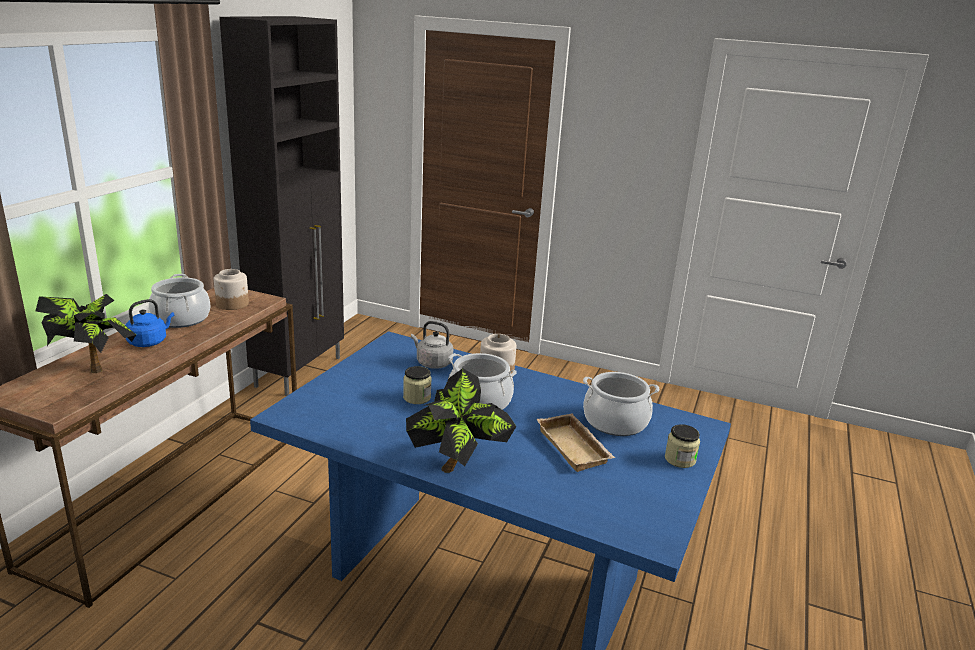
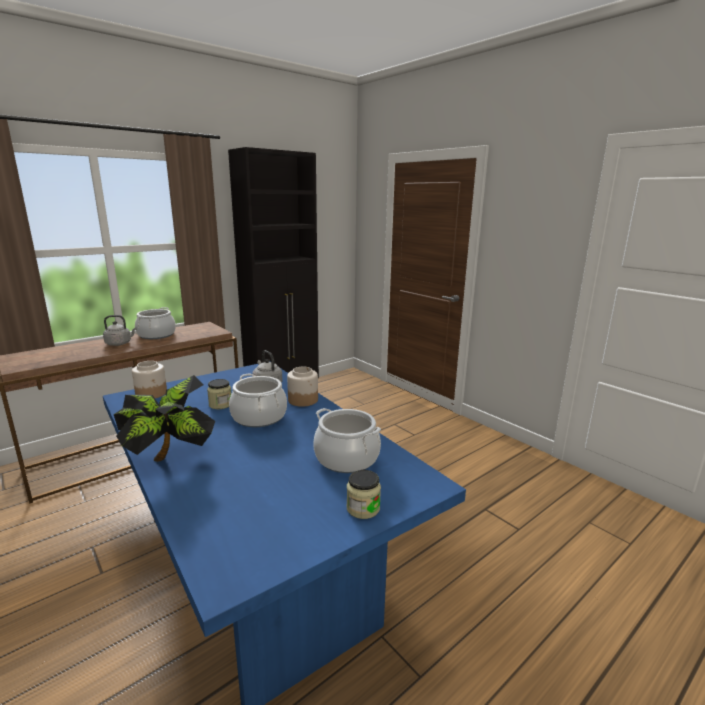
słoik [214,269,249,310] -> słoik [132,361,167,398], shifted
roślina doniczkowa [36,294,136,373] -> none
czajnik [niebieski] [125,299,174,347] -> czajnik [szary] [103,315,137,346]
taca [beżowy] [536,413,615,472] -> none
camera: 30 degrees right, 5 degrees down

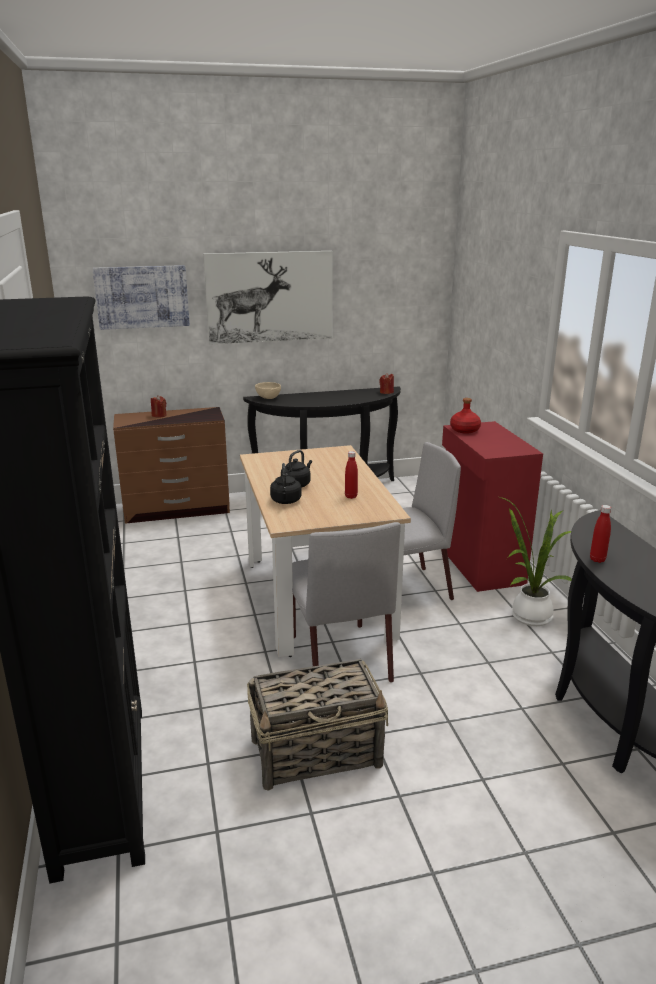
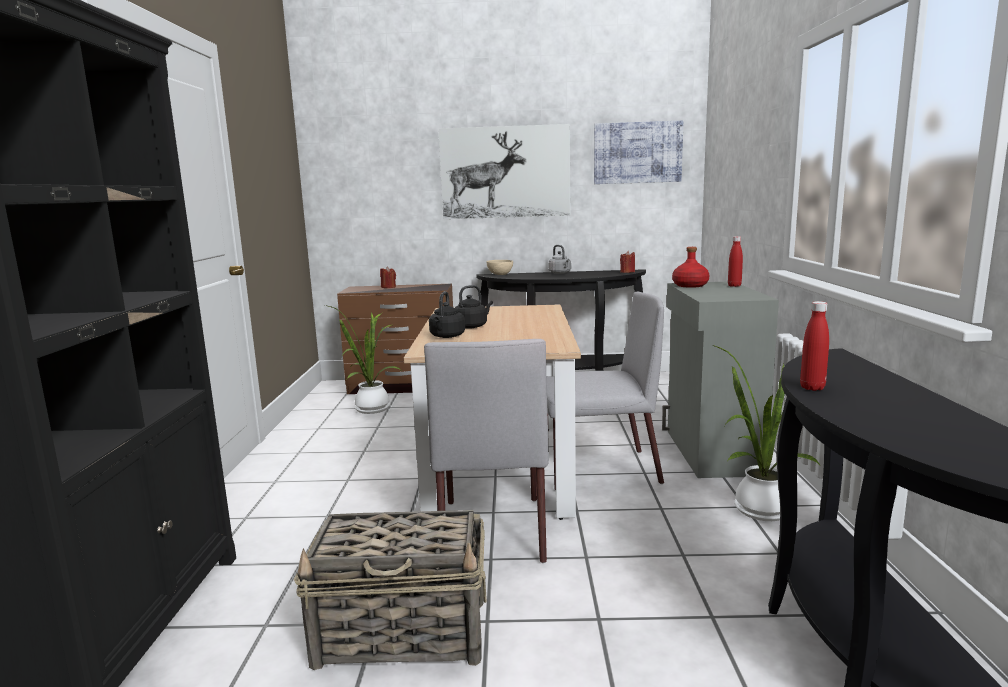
obraz [92,265,190,330] -> obraz [594,121,683,184], shifted
szafka [czerwony] [442,421,543,592] -> szafka [szary] [662,282,779,478]
butelka [czerwony] [345,451,358,499] -> butelka [czerwony] [728,236,743,287], shifted
none -> czajnik [szary] [548,245,571,274]
none -> roślina doniczkowa [325,305,401,414]
camera: 15 degrees right, 10 degrees down

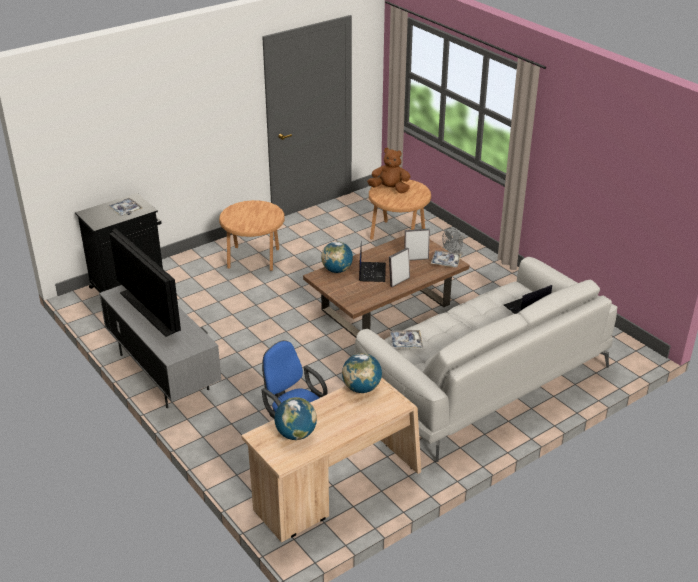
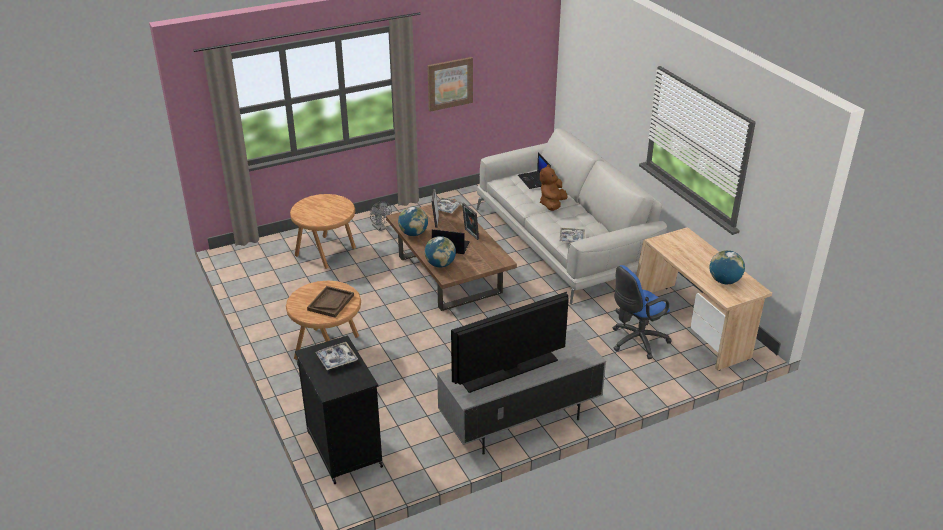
pluszak [brązowy] [367,148,411,193] -> pluszak [brązowy] [540,165,567,211], shifted
globus [342,353,382,393] -> globus [398,207,428,236], shifted
none -> obraz [427,57,473,112]
none -> taca [brązowy] [307,286,354,318]
camera: 80 degrees left, 0 degrees up

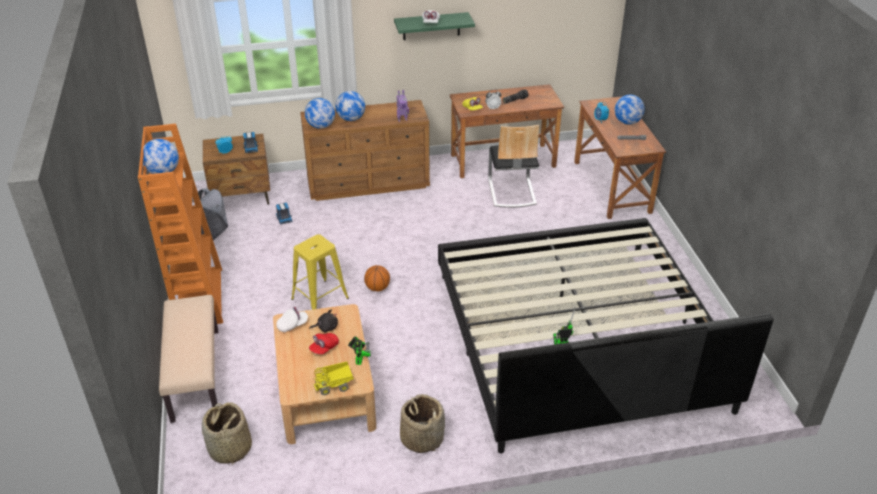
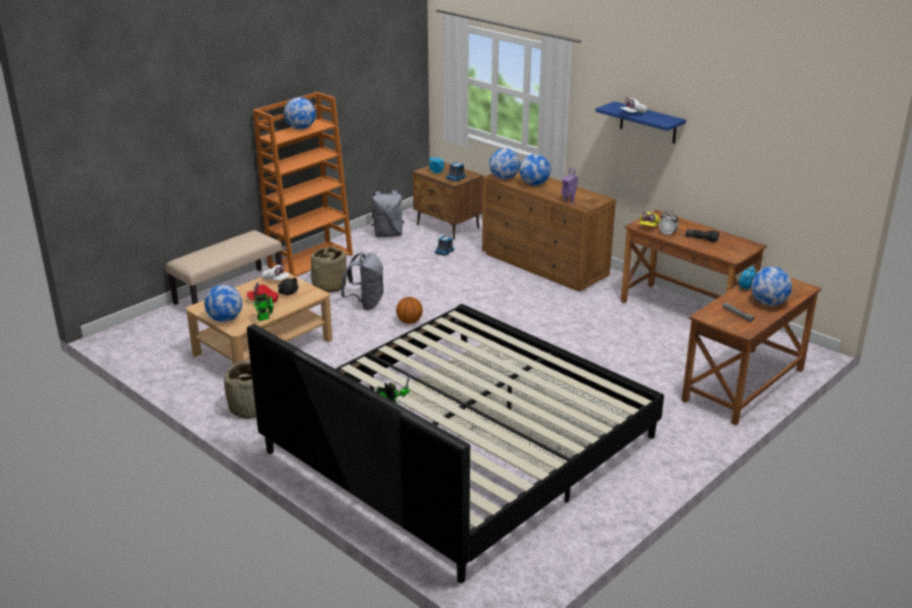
półka [zielony] [394,12,475,40] -> półka [niebieski] [595,101,686,144]
krzesło [488,125,539,208] -> none
stołek [żółty] [291,234,349,310] -> plecak [szary] [341,253,384,310]
ciężarówka zabawkowa [314,361,354,395] -> globus [204,285,242,322]
koszyk [202,402,252,466] -> koszyk [309,246,347,292], shifted
camera: 55 degrees right, 10 degrees down

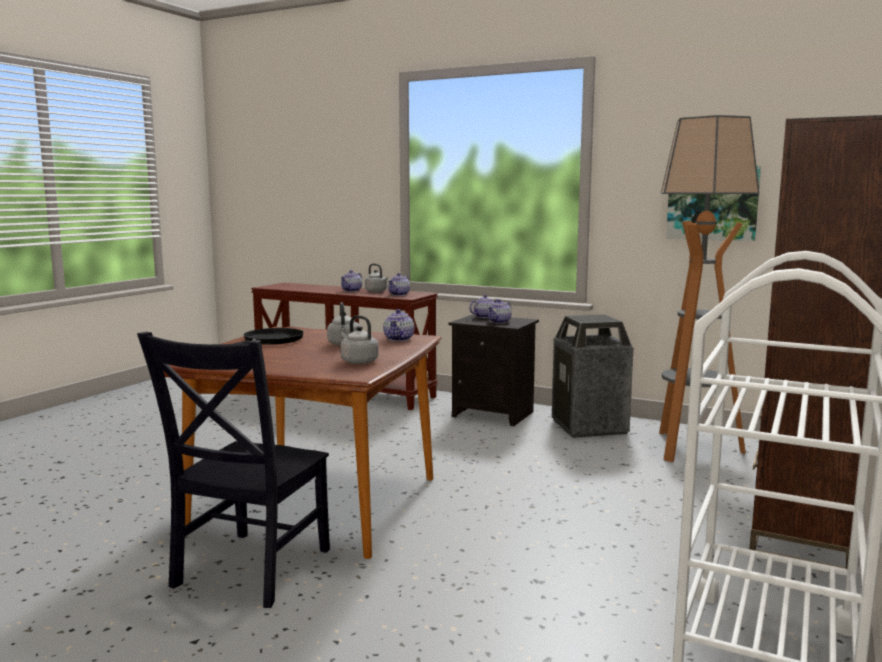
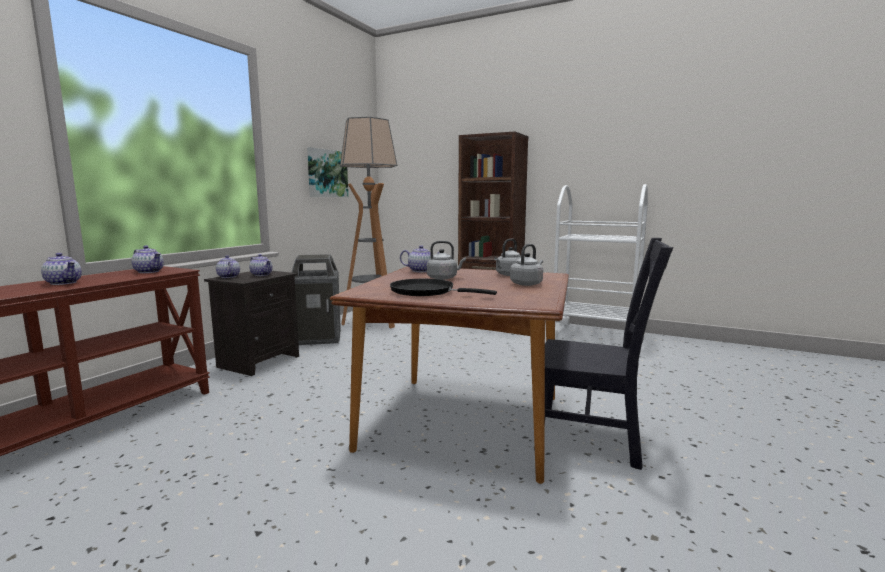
czajnik [szary] [365,264,388,292] -> czajnik [szary] [510,244,543,286], shifted
camera: 90 degrees left, 0 degrees up

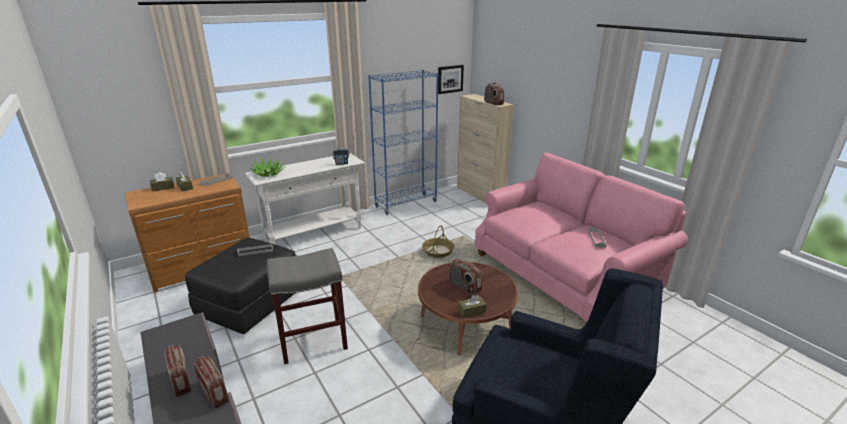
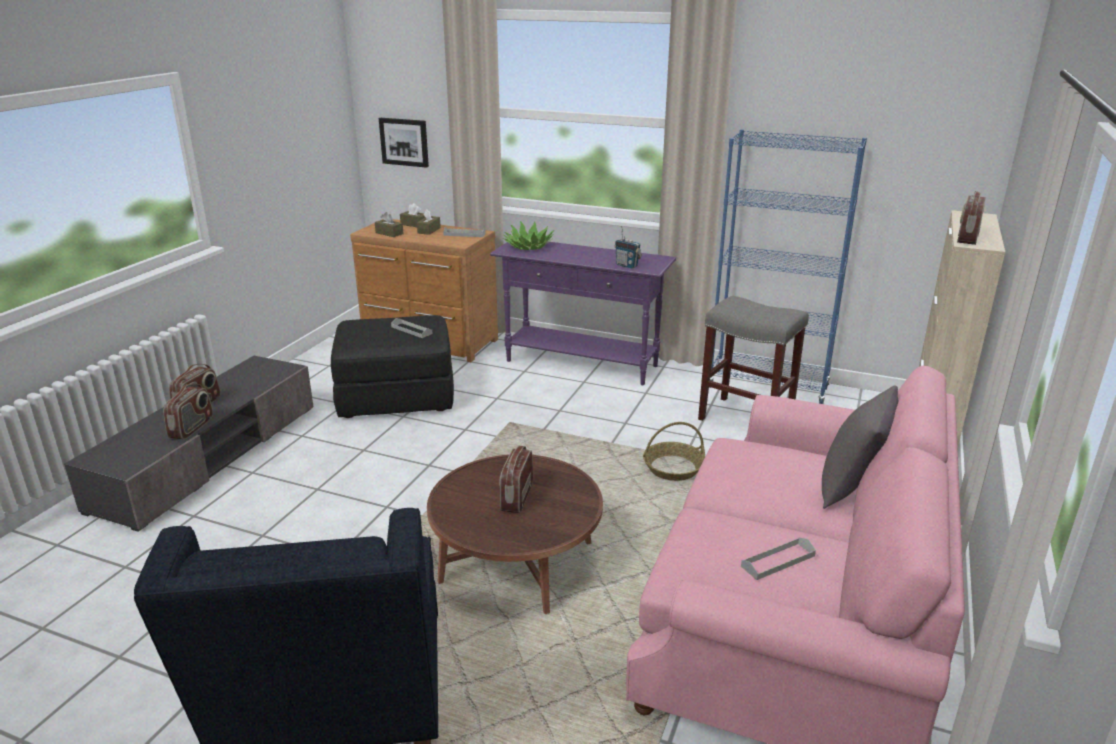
obraz [438,65,464,94] -> obraz [379,118,429,168], shifted
stolik konsolowy [biały] [245,153,365,244] -> stolik konsolowy [fioletowy] [490,241,676,385]
stołek [szary] [267,248,348,364] -> stołek [szary] [698,296,809,421], shifted
pudełko chusteczek [brązowy] [458,295,487,318] -> pudełko chusteczek [brązowy] [375,212,404,237], shifted
none -> poduszka [szary] [822,385,898,509]
camera: 55 degrees right, 0 degrees up

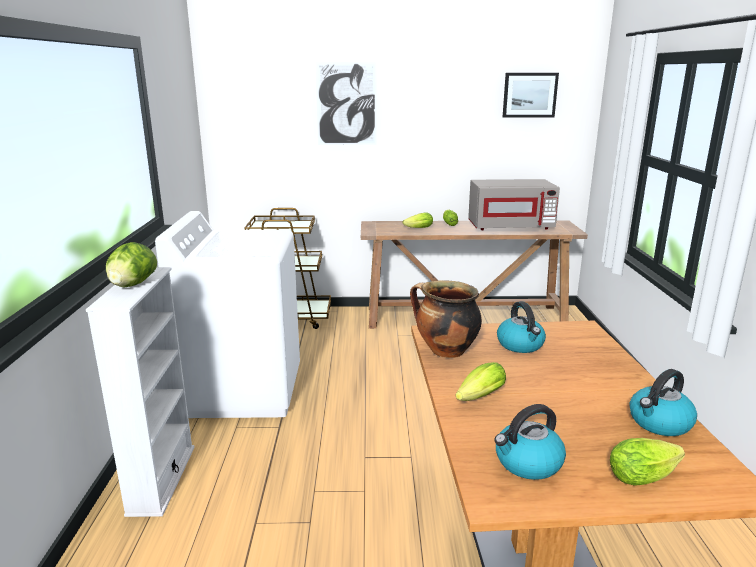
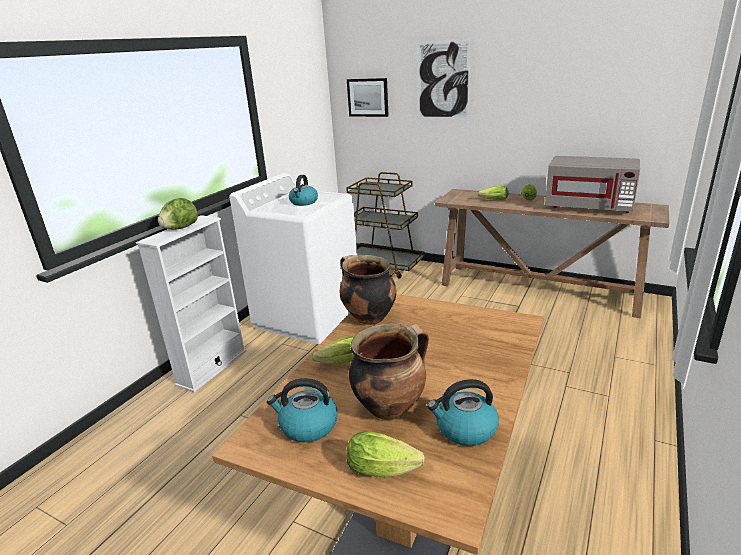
obraz [503,73,559,118] -> obraz [347,78,389,117], shifted
czajnik [497,301,546,353] -> czajnik [289,175,318,206], shifted
none -> garnek [349,324,429,420]
camera: 30 degrees right, 5 degrees up

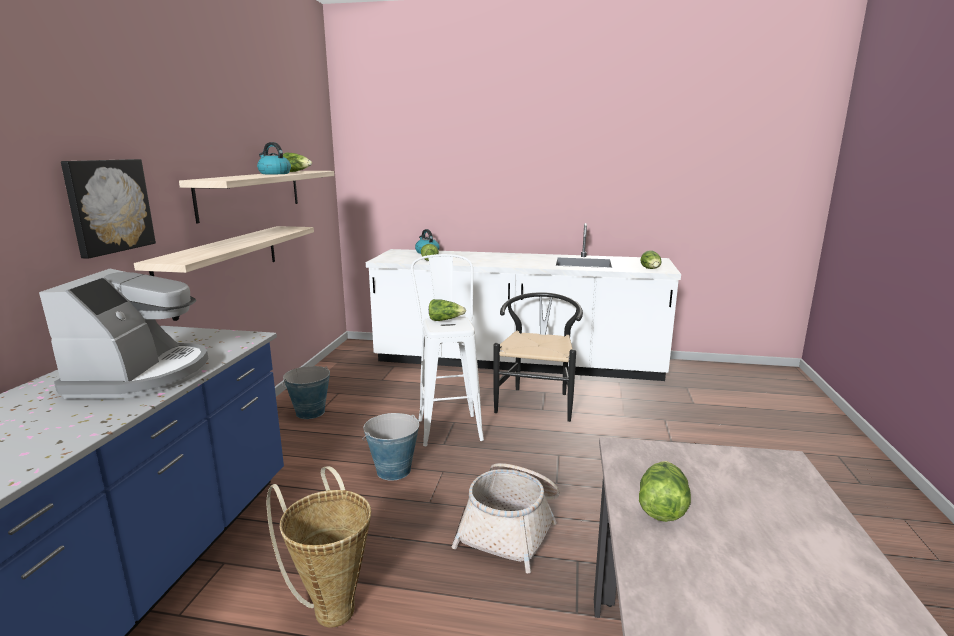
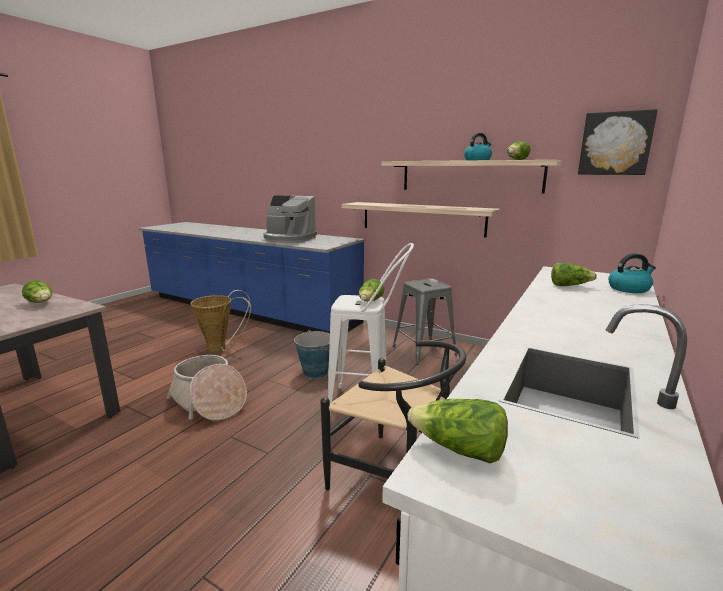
obraz [61,159,156,259] -> obraz [578,109,658,175], shifted
wiadro [282,366,330,419] -> stołek [szary] [393,279,457,365]
camera: 110 degrees right, 0 degrees up

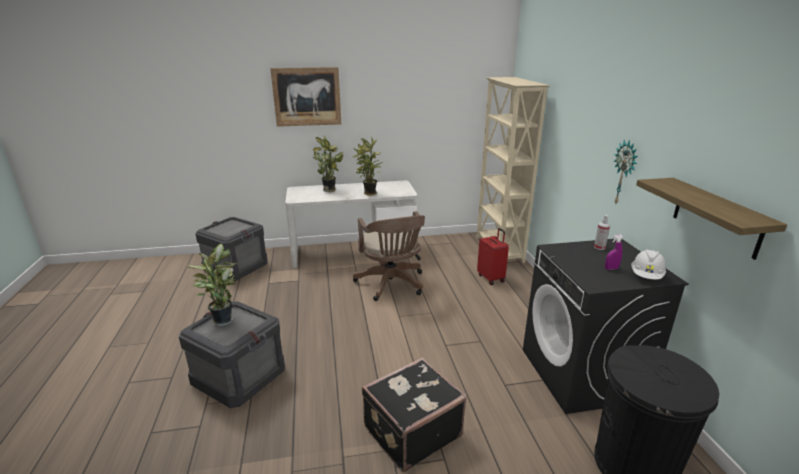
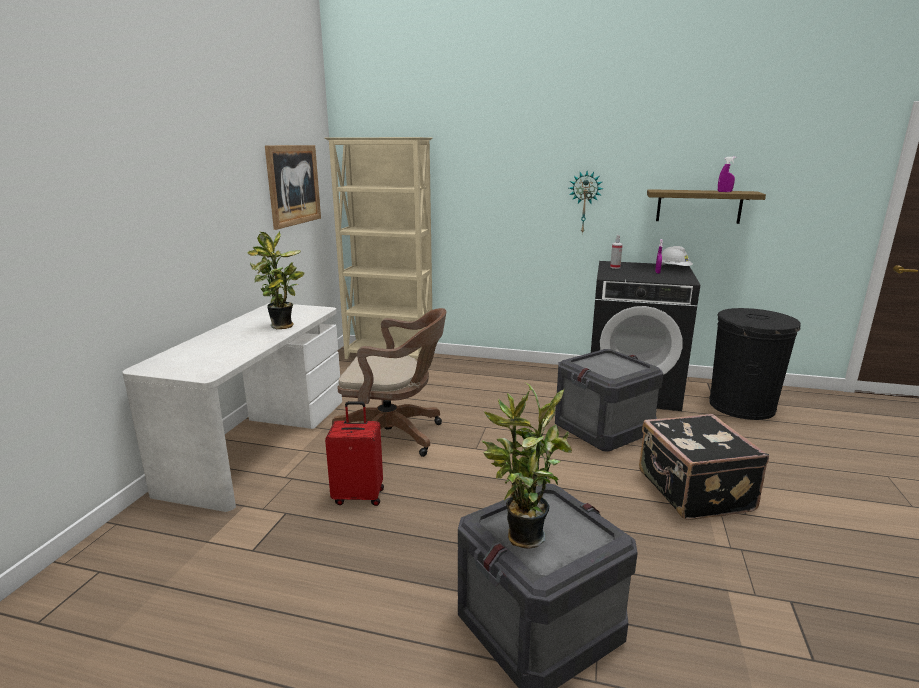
obraz [270,67,341,127] -> obraz [265,145,321,230], shifted
roślina doniczkowa [313,136,344,192] -> none
skrzynka [196,217,268,281] -> skrzynka [555,349,663,452], shifted
walizka [czerwony] [477,228,509,285] -> walizka [czerwony] [325,401,384,506], shifted
none -> spryskiwacz [fioletowy] [718,157,736,192]
camera: 65 degrees left, 5 degrees down

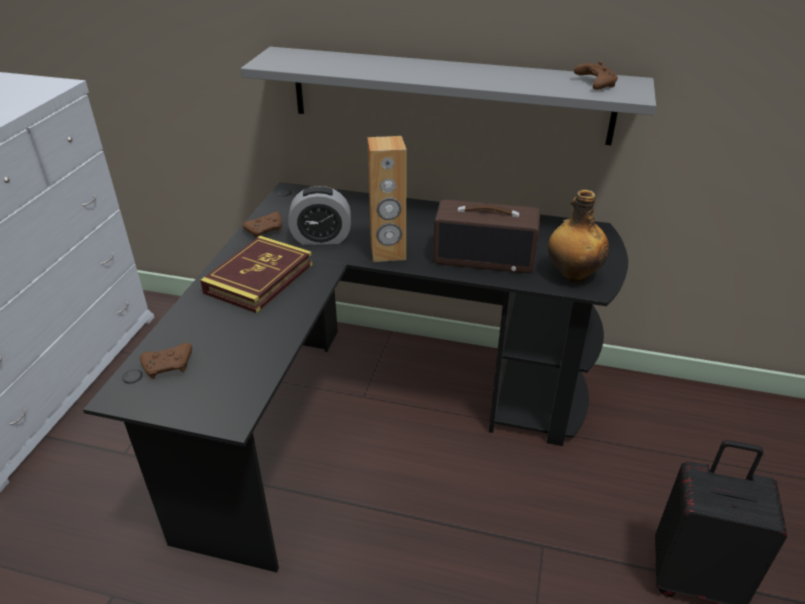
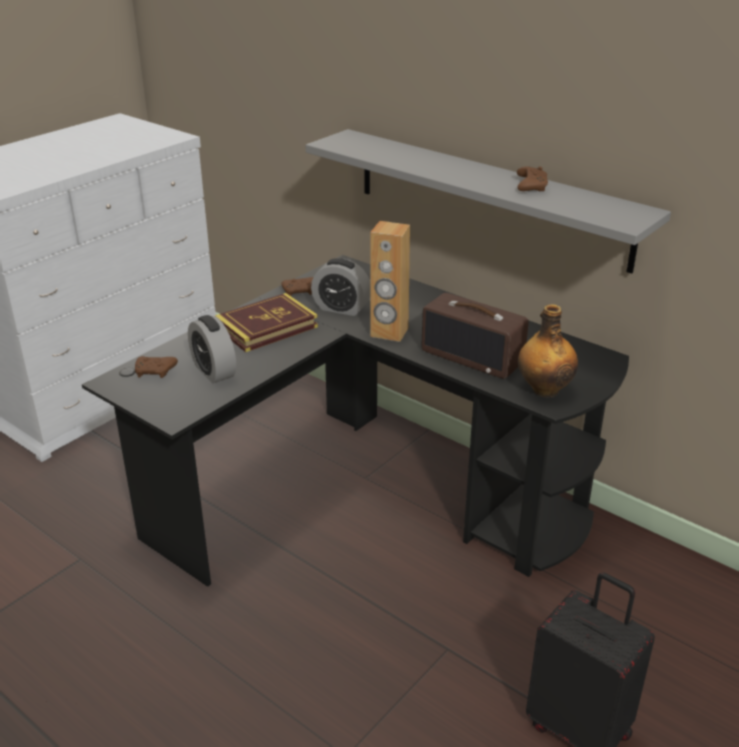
pad do gier [brązowy] [574,61,618,90] -> pad do gier [brązowy] [517,167,548,191], shifted
none -> budzik [188,315,236,383]
camera: 25 degrees right, 5 degrees down

